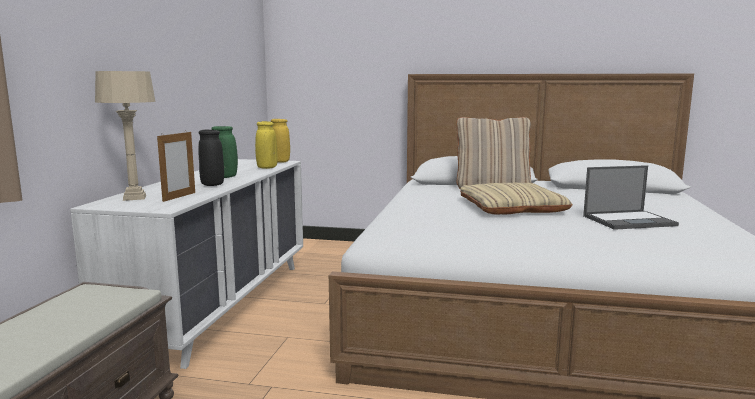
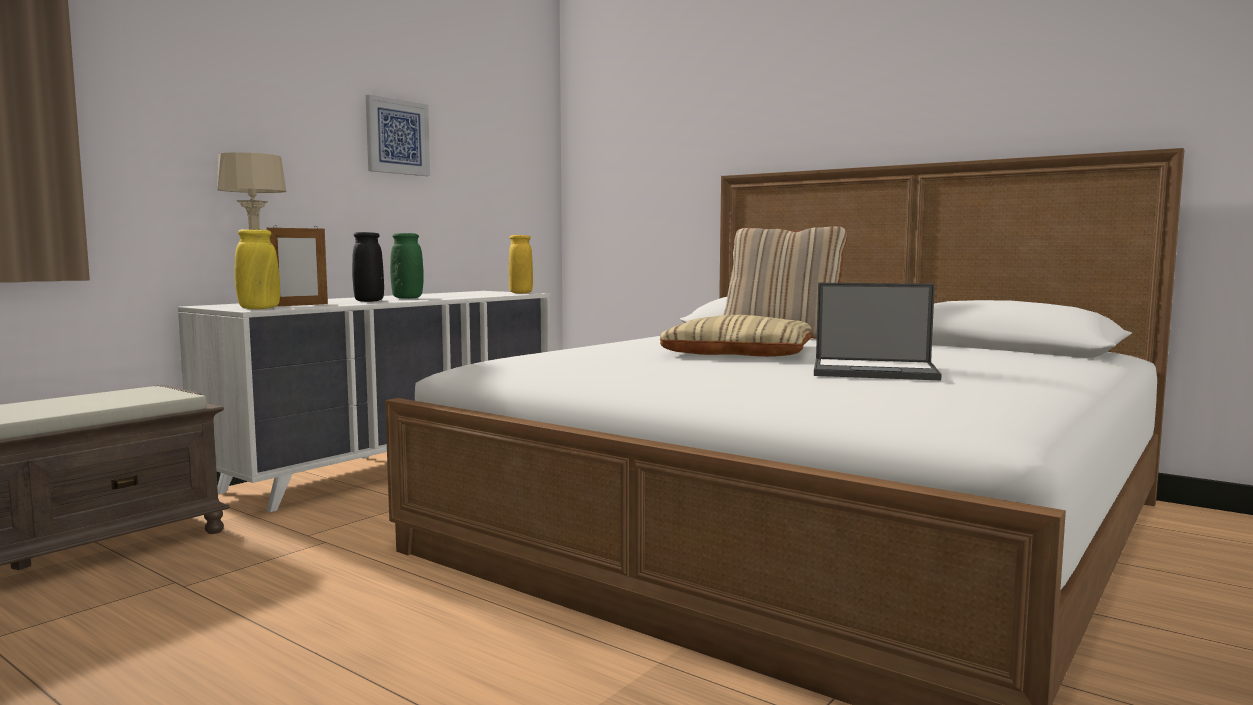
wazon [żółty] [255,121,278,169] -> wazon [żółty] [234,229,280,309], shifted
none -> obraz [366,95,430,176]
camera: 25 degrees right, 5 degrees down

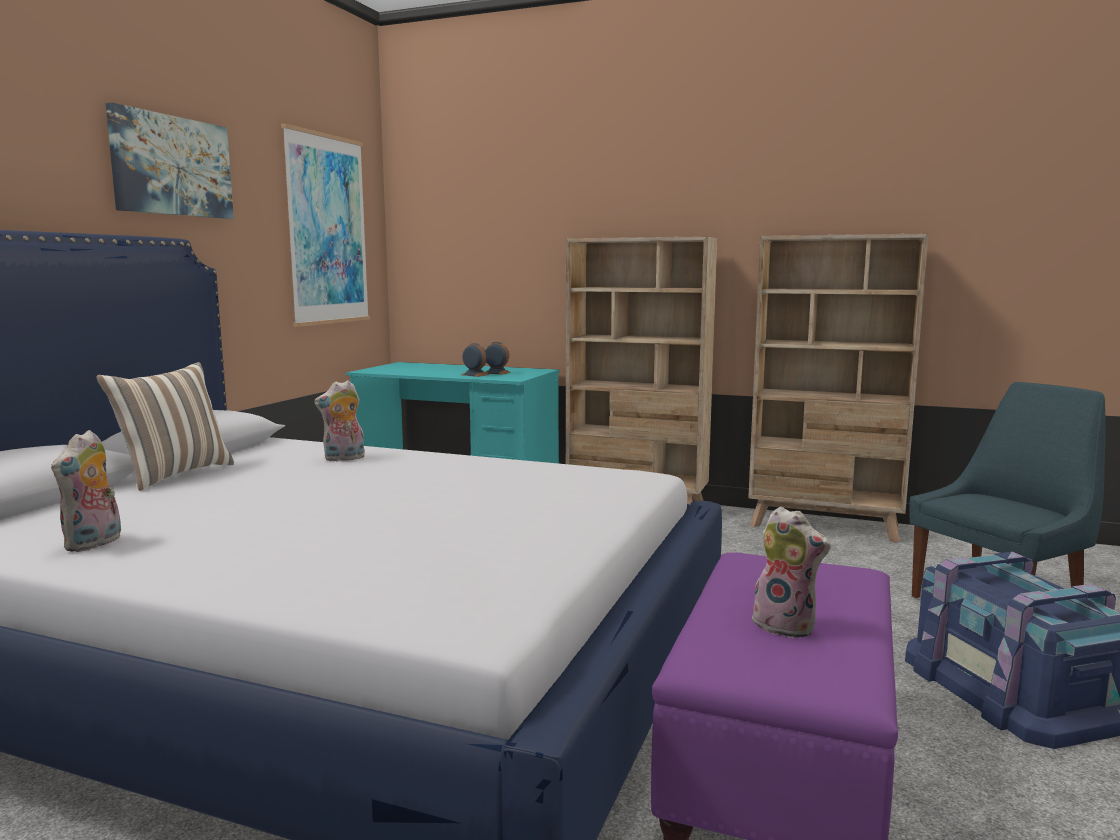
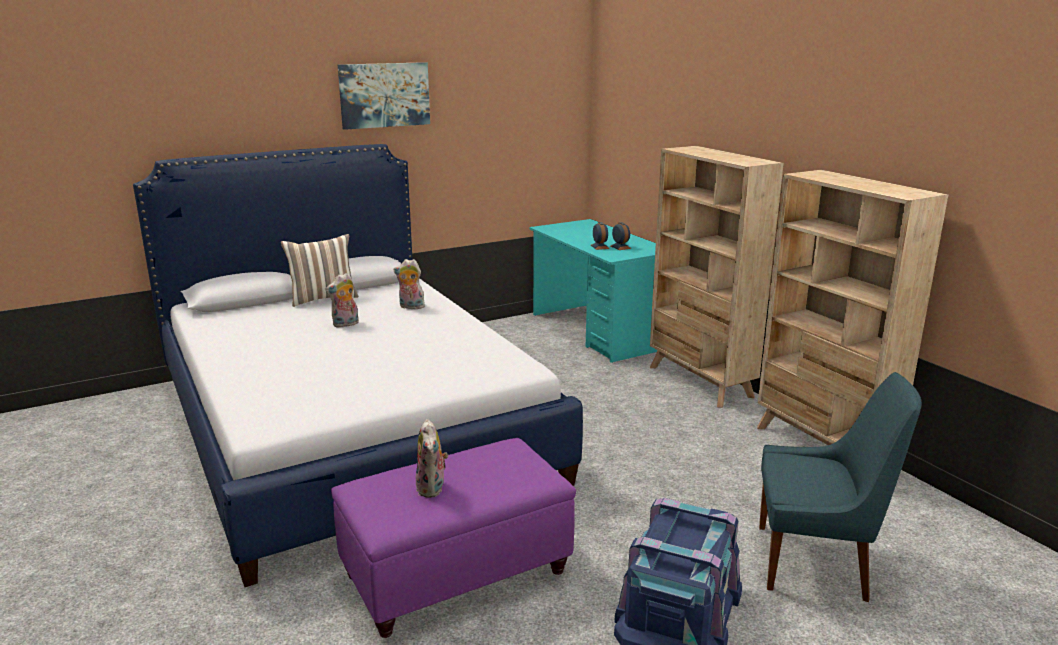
obraz [281,123,370,327] -> none
pluszak [51,430,121,552] -> pluszak [325,273,359,328], shifted
camera: 40 degrees right, 10 degrees up

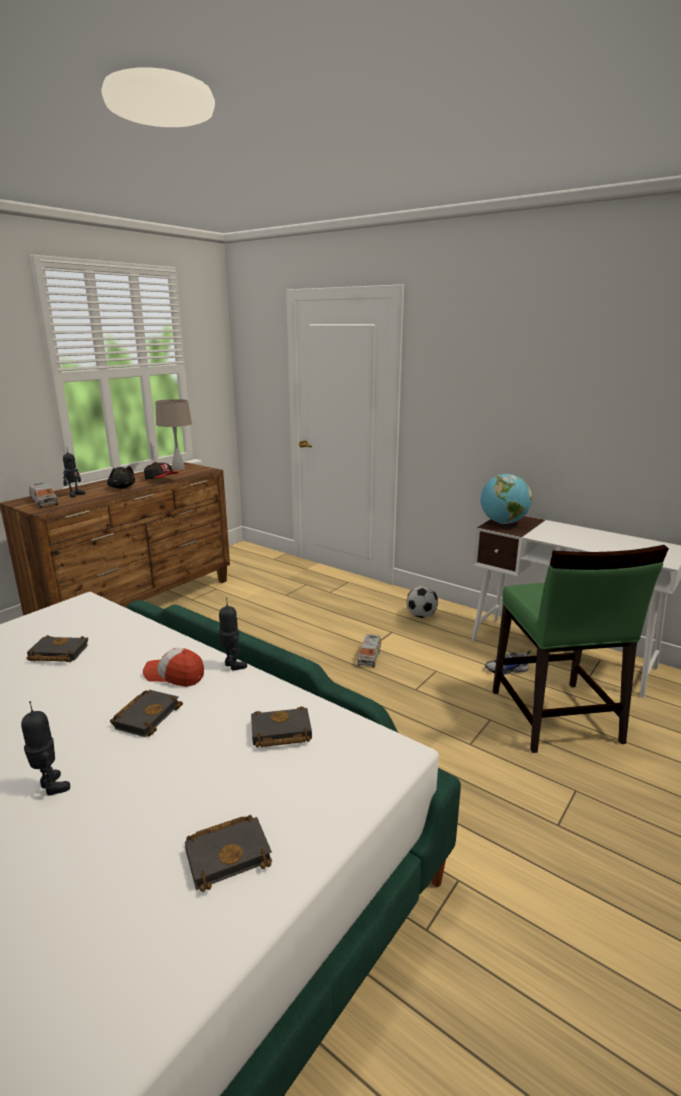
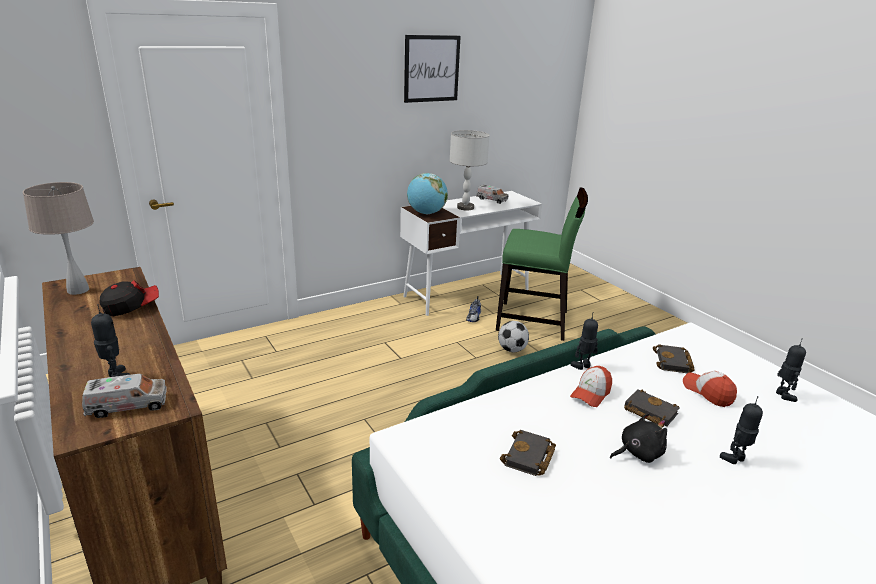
pluszak [czarny] [107,466,135,489] -> pluszak [czarny] [610,412,667,463], shifted
piłka futbolowa [406,586,438,618] -> piłka futbolowa [498,321,529,352], shifted
ciężarówka zabawkowa [357,634,381,668] -> ciężarówka zabawkowa [476,185,509,204], shifted
książka [czarny] [185,815,272,892] -> robot zabawkowy [776,340,806,402]
none -> obraz [404,35,461,103]
none -> lampa stołowa [szary] [450,130,490,210]
none -> czapka z daszkiem [683,371,737,407]
camera: 70 degrees left, 5 degrees up

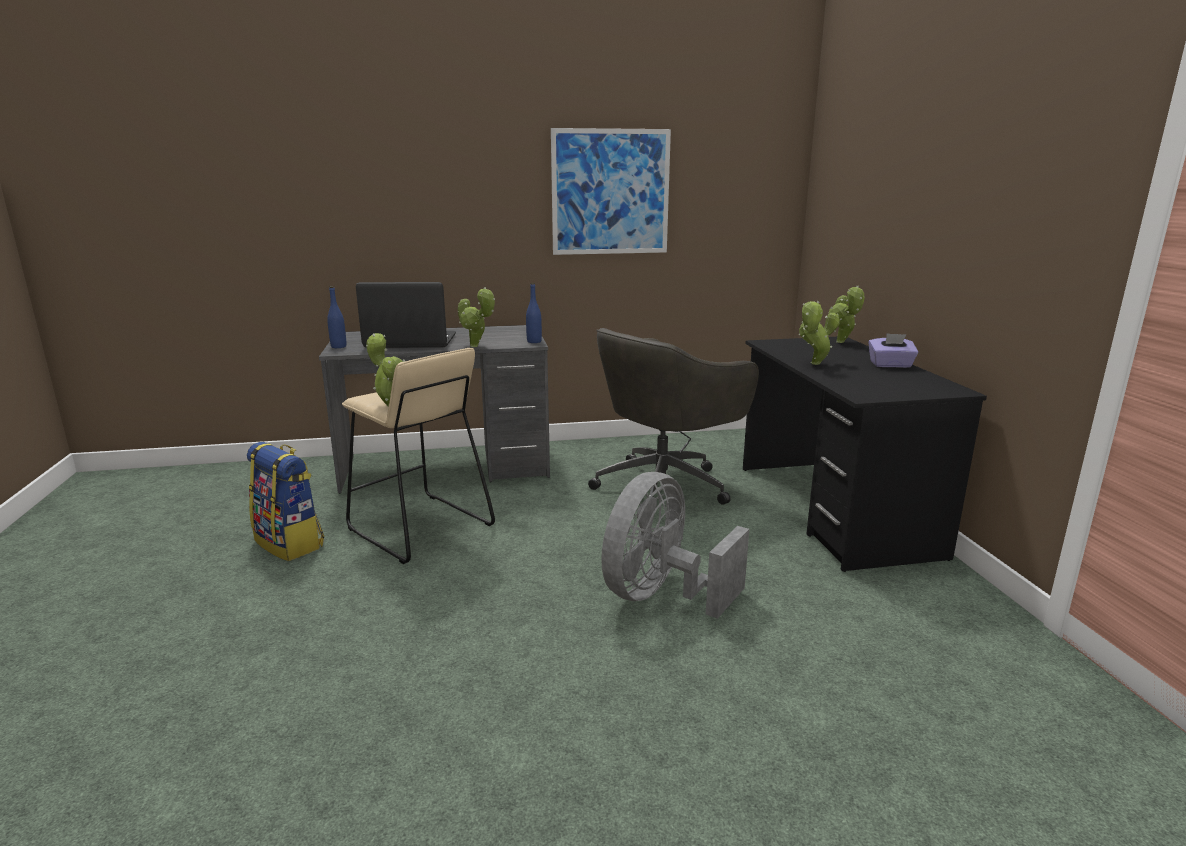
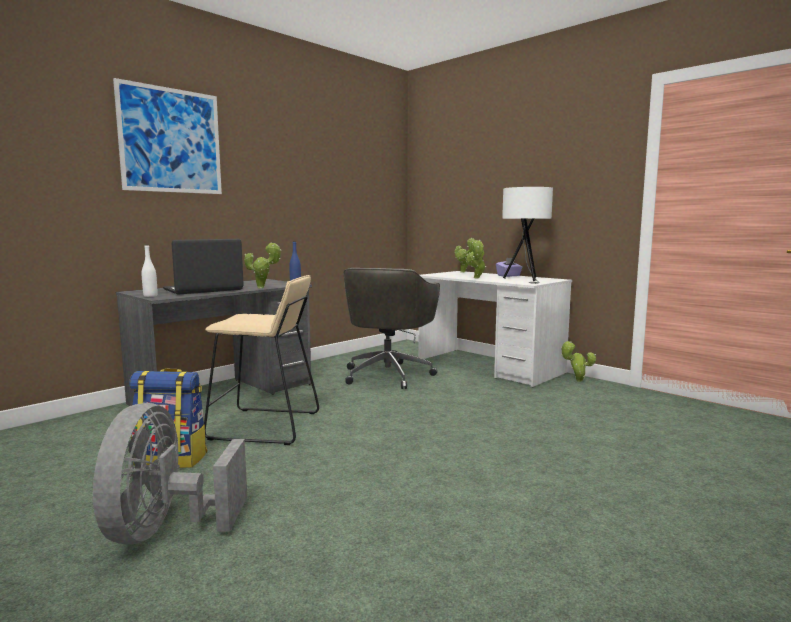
obraz [551,128,671,255] -> obraz [113,78,222,194], shifted
butelka [niebieski] [327,286,346,348] -> butelka [biały] [142,244,157,297]
roślina doniczkowa [366,333,405,407] -> roślina doniczkowa [560,341,596,382], shifted
biurko [czarny] [743,337,987,572] -> biurko [biały] [418,271,572,387]
wentylator [szary] [601,472,749,619] -> wentylator [szary] [93,403,247,545], shifted
none -> lampa stołowa [biały] [502,187,553,284]
camera: 35 degrees left, 10 degrees down

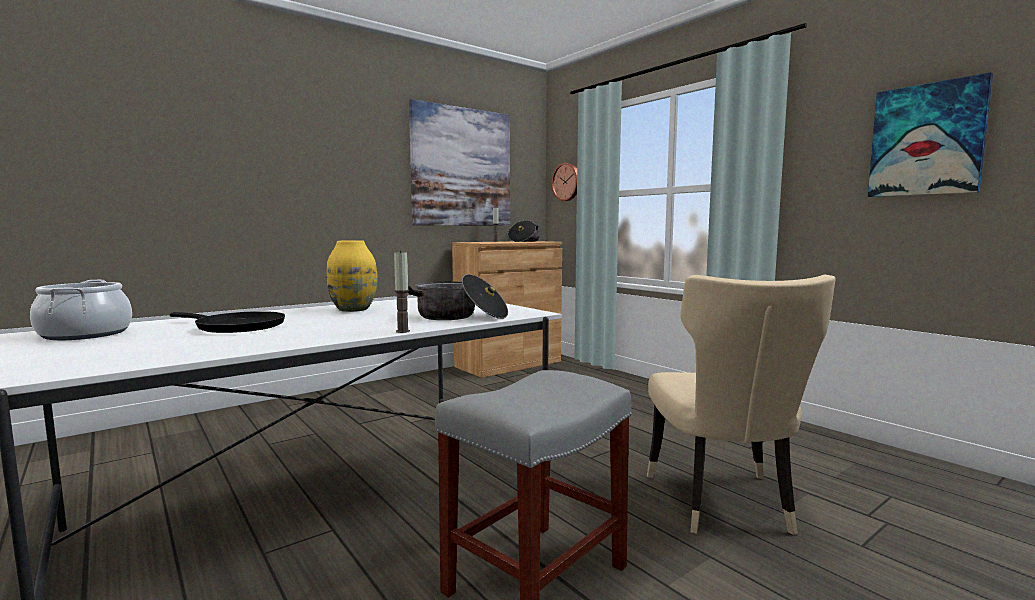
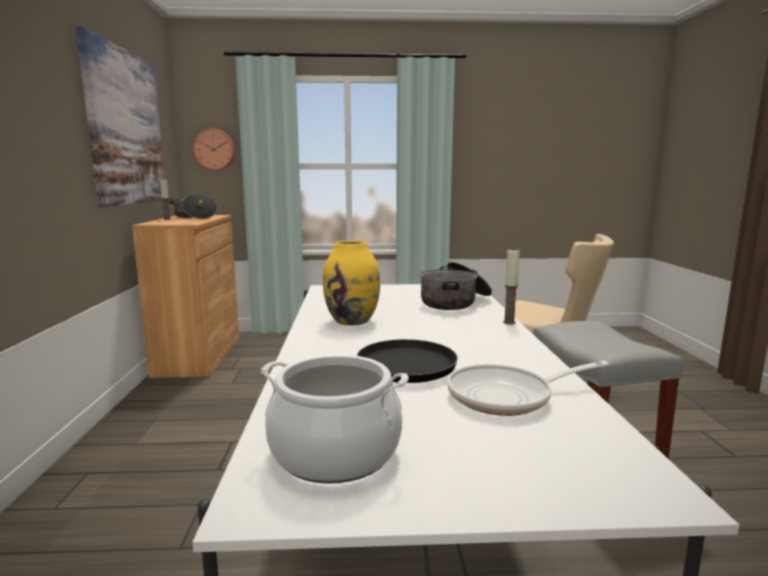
obraz [868,72,993,197] -> none
none -> patelnia [447,361,609,416]
camera: 55 degrees left, 5 degrees up

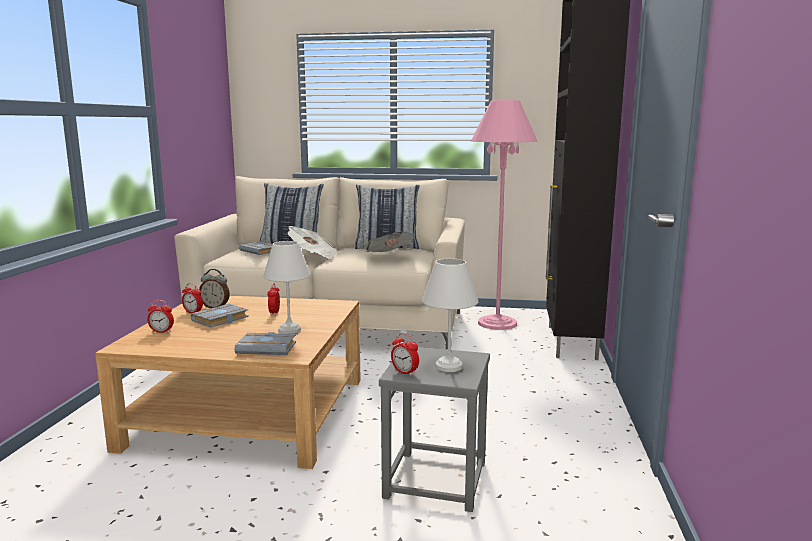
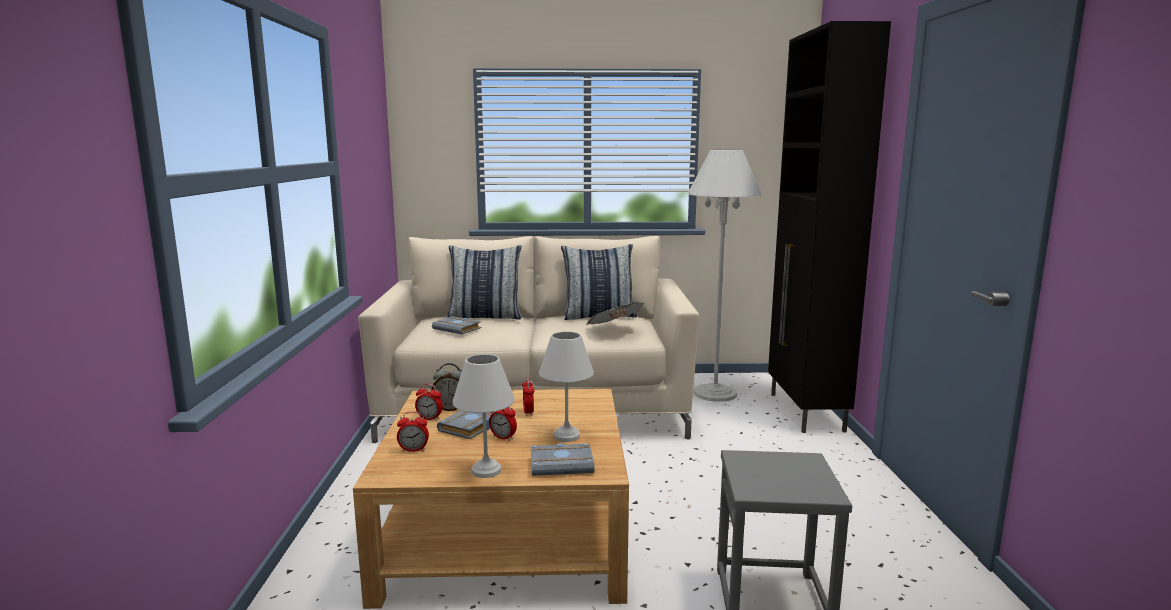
lampa stojąca [różowy] [471,100,537,330] -> lampa stojąca [biały] [688,150,762,402]
gazeta [288,226,337,259] -> none
lampa stołowa [biały] [422,258,479,372] -> lampa stołowa [biały] [453,354,515,478], shifted
budzik [391,333,419,376] -> budzik [489,407,517,441], shifted
camera: 10 degrees left, 0 degrees up

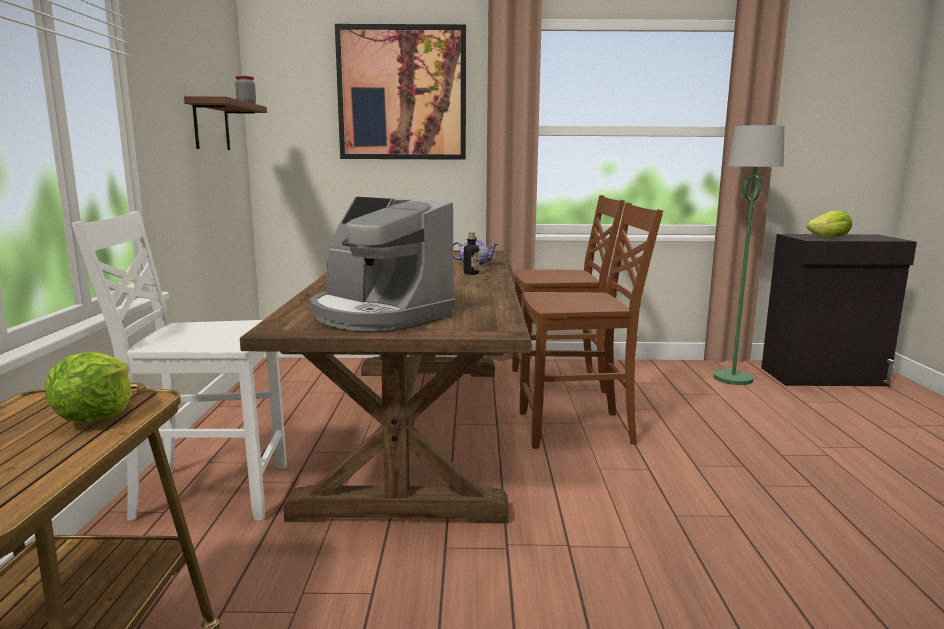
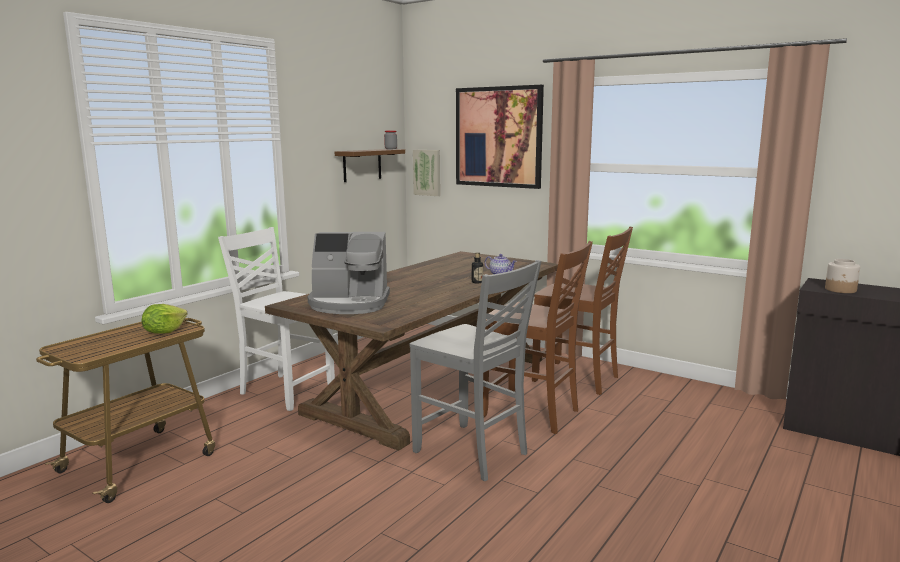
lampa stojąca [zielony] [713,125,785,385] -> none
ekspres do kawy [310,197,455,332] -> ekspres do kawy [307,232,390,314], 75 degrees counterclockwise
sałata [806,210,852,238] -> słoik [825,259,860,293]
none -> obraz [413,150,440,196]
none -> krzesło [szary] [410,260,541,481]
camera: 35 degrees right, 0 degrees up

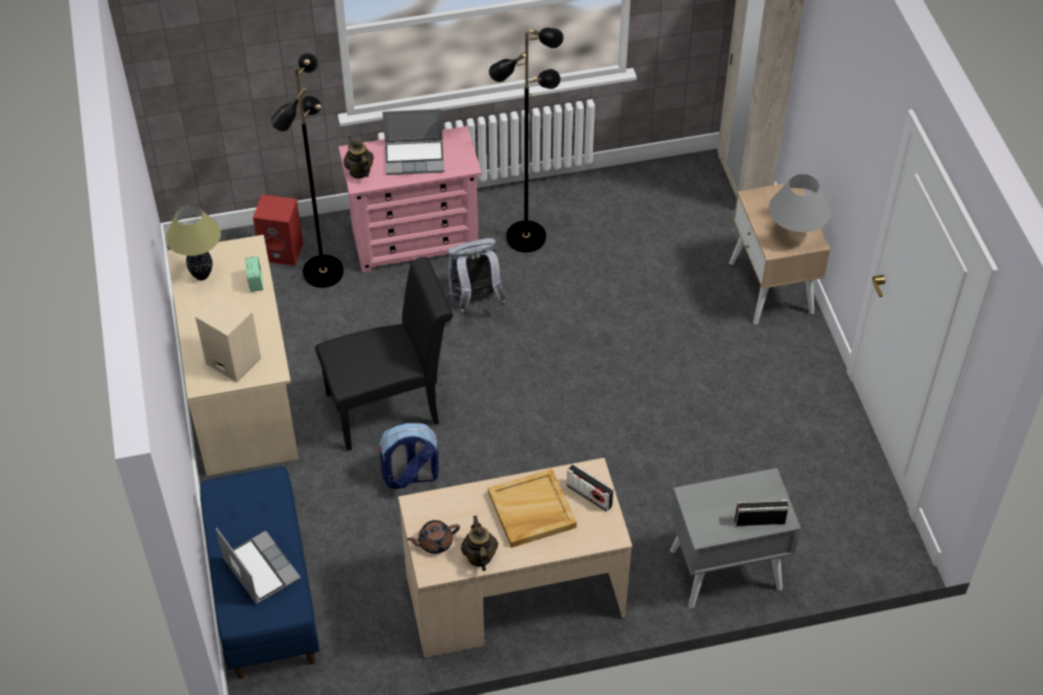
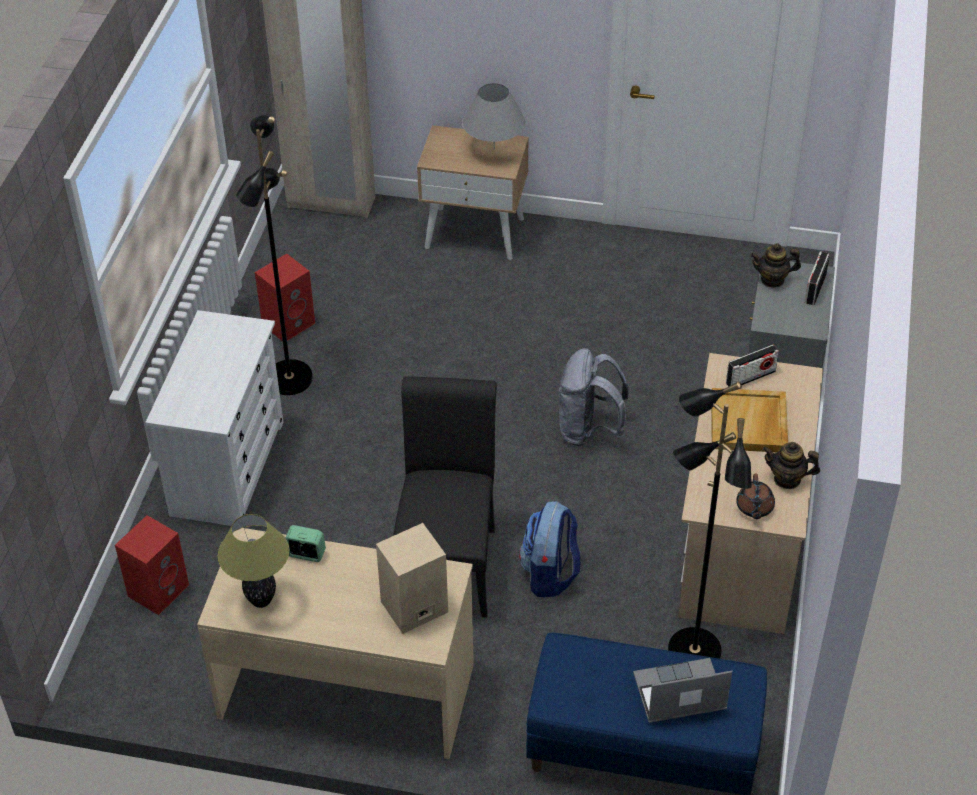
lampa stojąca [czarny] [270,53,344,288] -> lampa stojąca [czarny] [668,381,752,659], shifted
laptop [382,109,444,175] -> none
komoda [różowy] [339,126,482,273] -> komoda [biały] [145,310,283,526]
imbryk [344,136,374,179] -> imbryk [750,243,801,288], shifted
plecak [szary] [447,238,507,315] -> plecak [szary] [559,348,629,446], shifted
none -> głośnik [czerwony] [255,254,315,341]
camera: 65 degrees left, 5 degrees down

